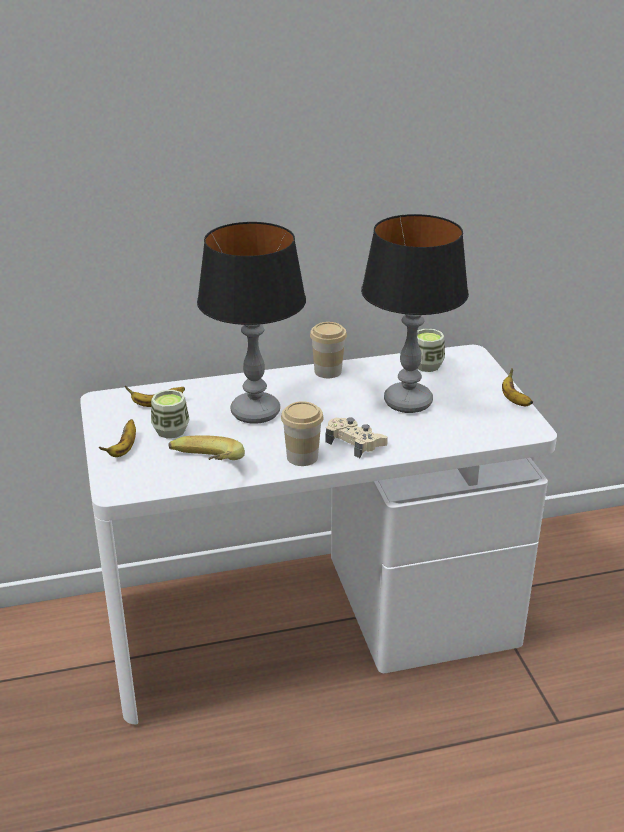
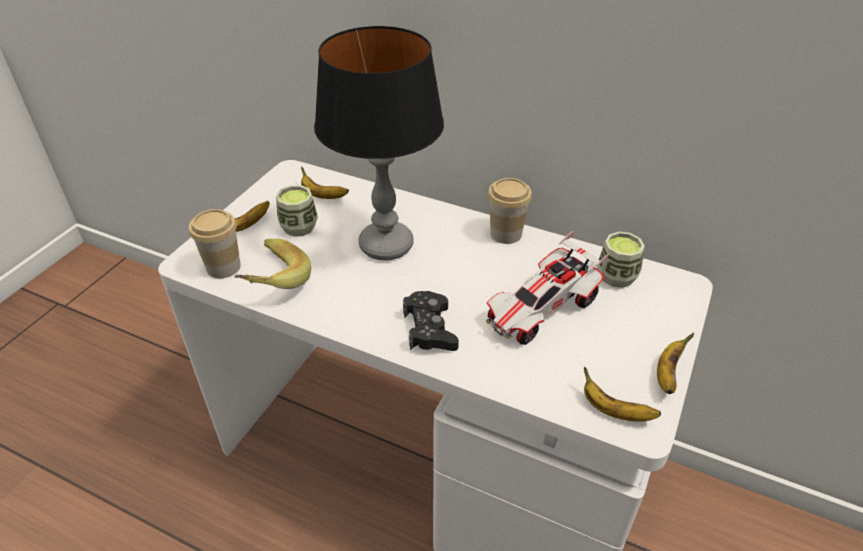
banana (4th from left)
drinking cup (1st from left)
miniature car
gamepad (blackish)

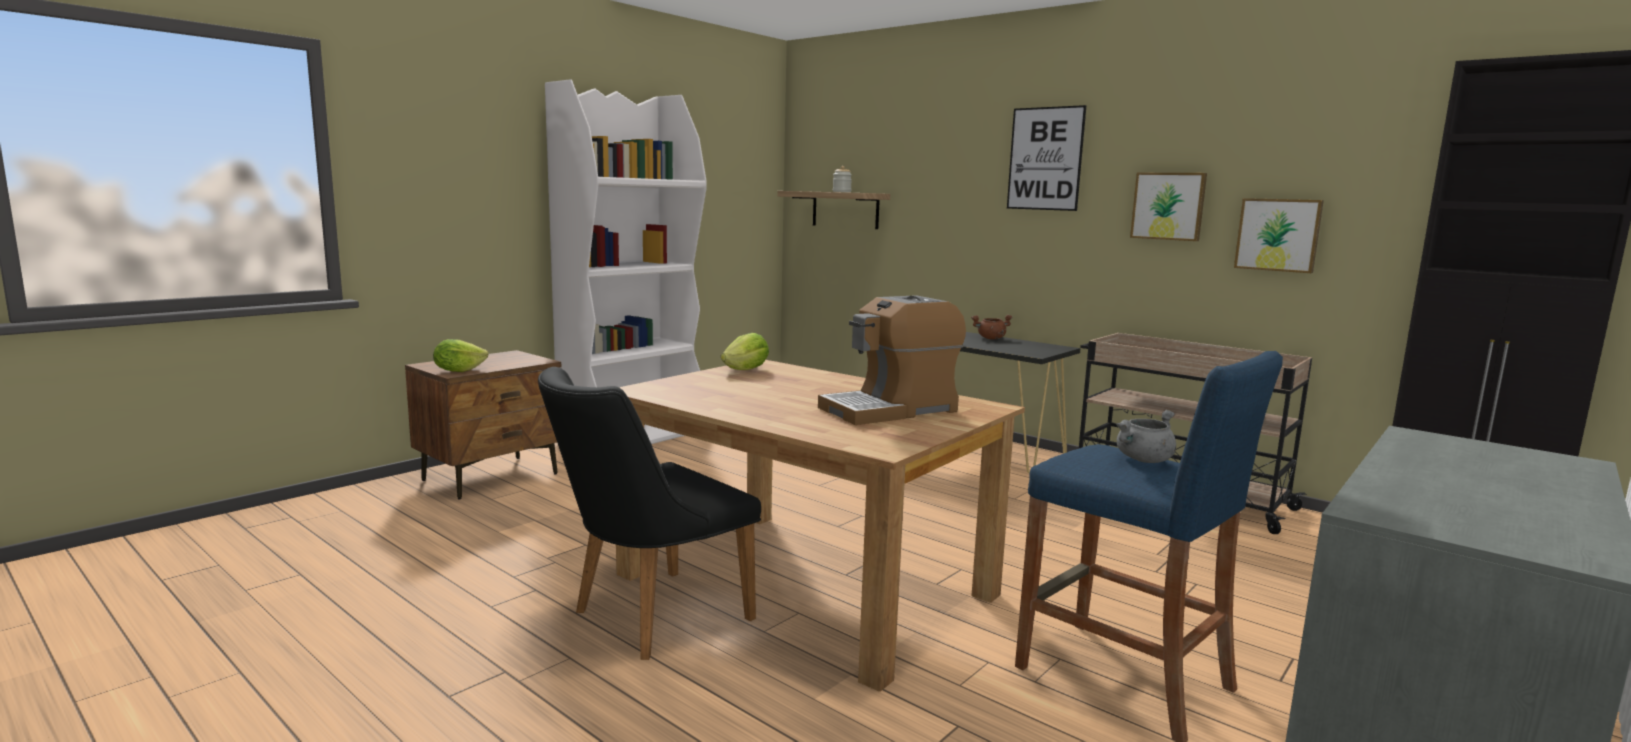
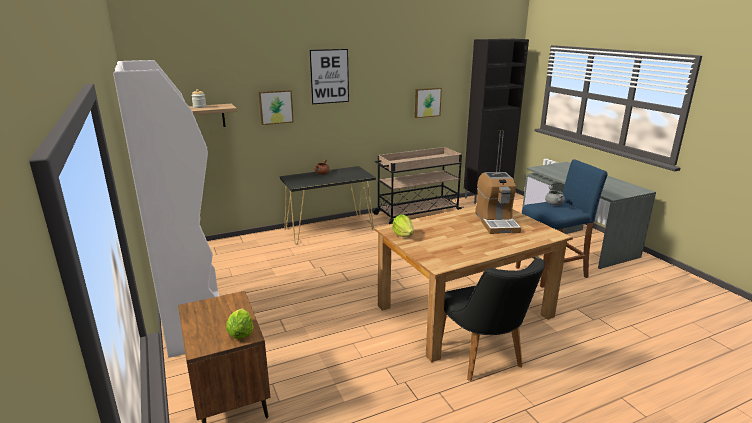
picture (1st from left)

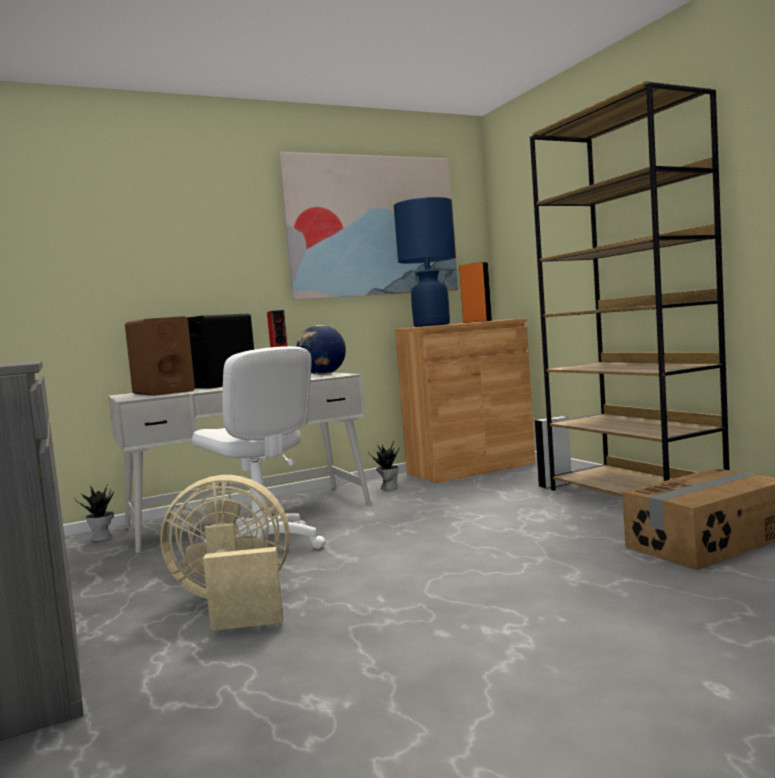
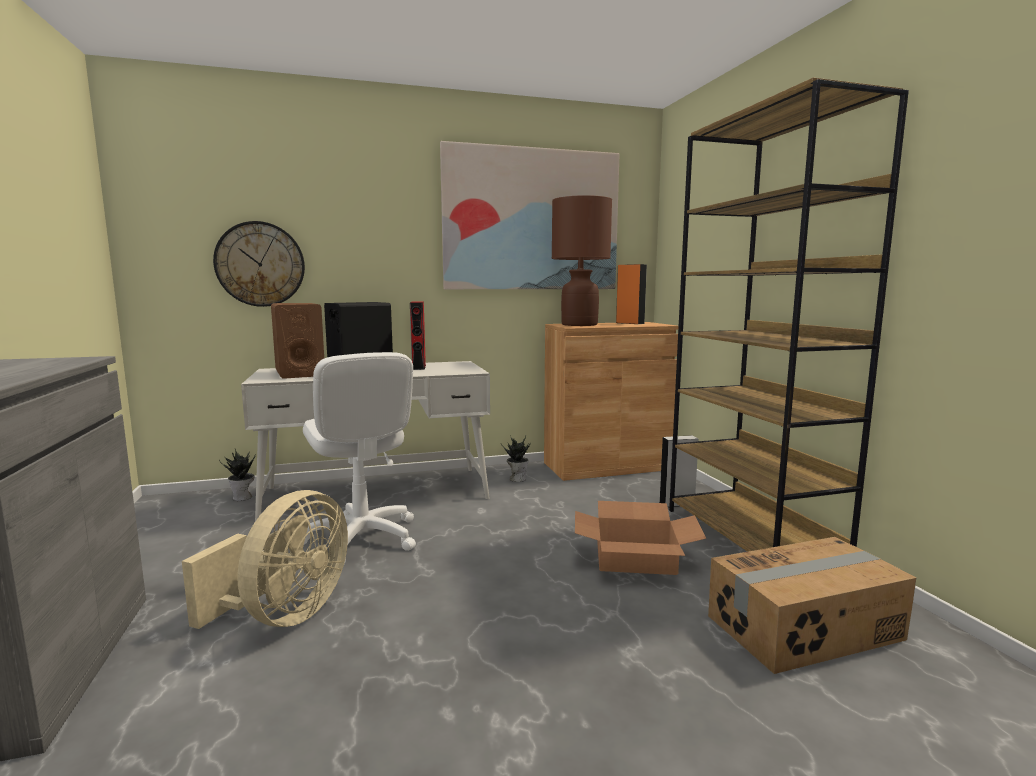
desk globe
wall clock
cardboard box (1st from left)
tabletop lamp (brown-coloured)
fan (beige-coloured)

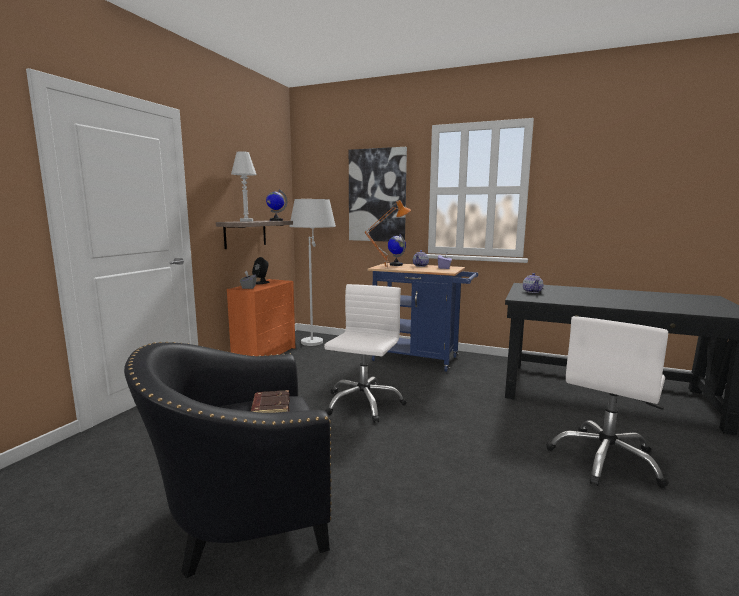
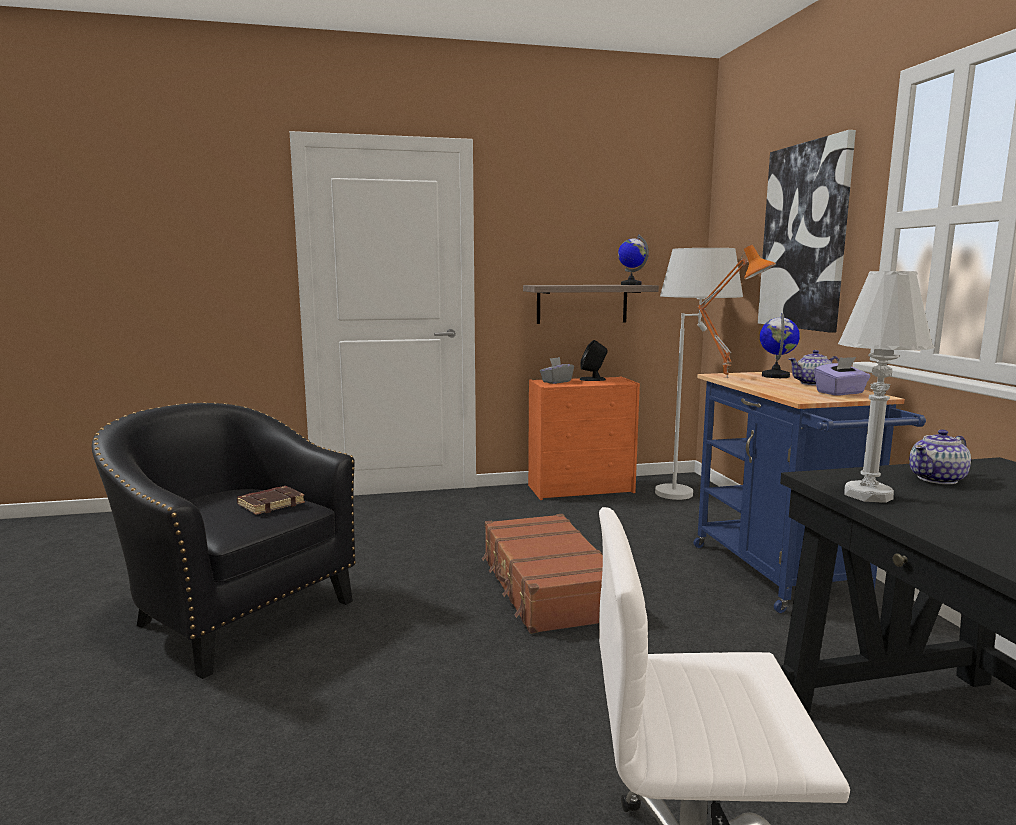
tabletop lamp (white)
piece of luggage (brown-coloured)

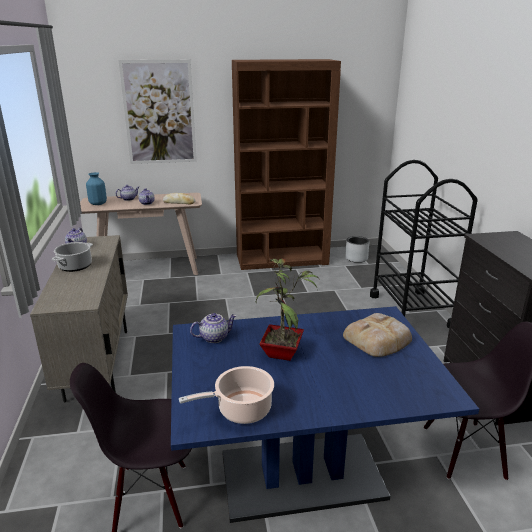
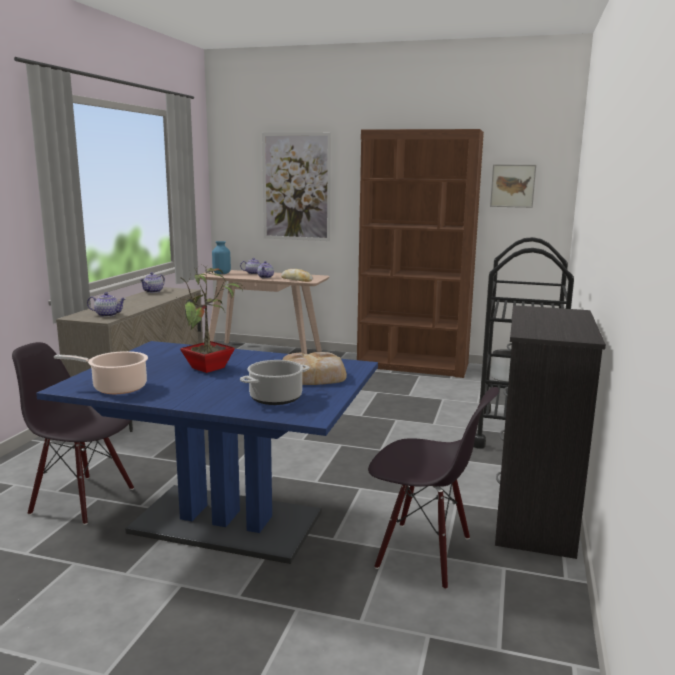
picture (2nd from left)
cooking pot (2nd from left)
tea pot (1st from left)

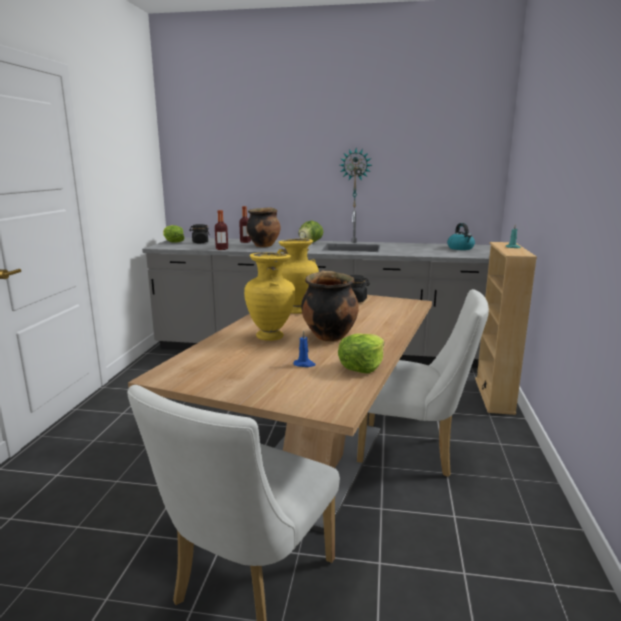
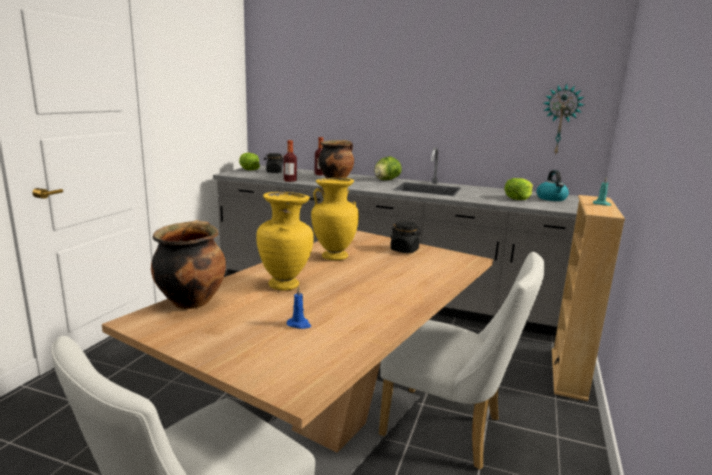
cooking pot (1st from left)
lettuce (3rd from left)
wall clock

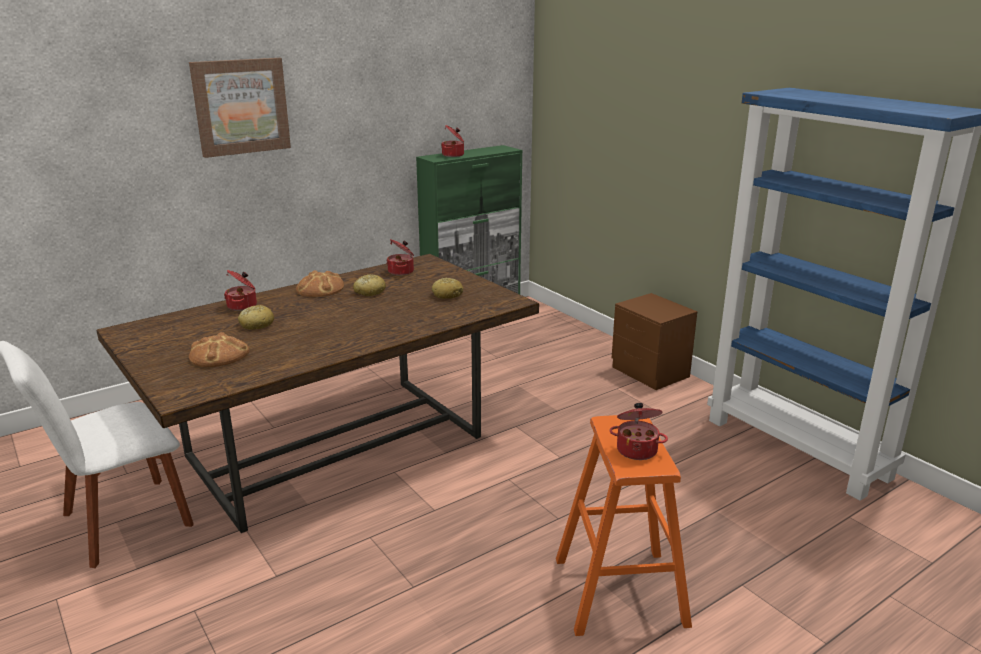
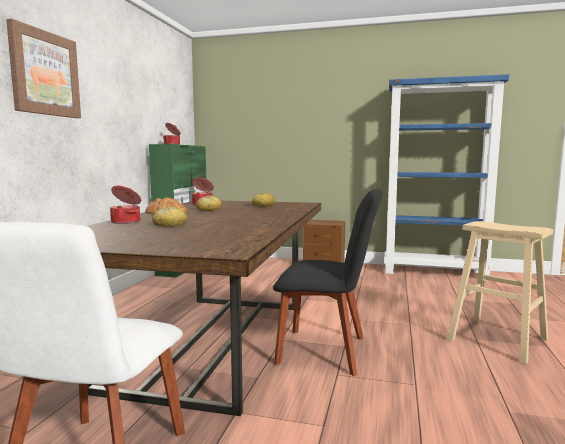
baked bread (1st from left in the first image)
cooking pot (4th from left in the first image)
plain chair (blackish)
sitting stool (beige-coloured)

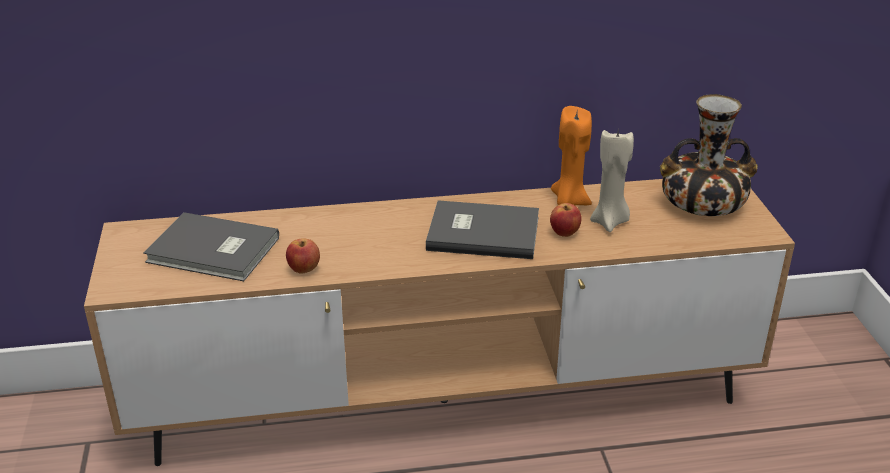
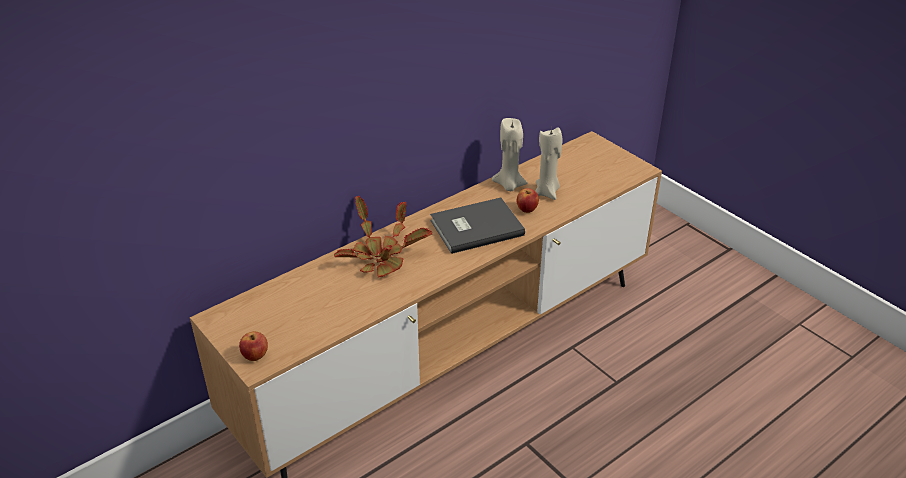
volume (gray) (1st from left in the first image)
vase
plant in a pot
apple fruit (1st from left)
candle (beige-coloured) (1st from left)

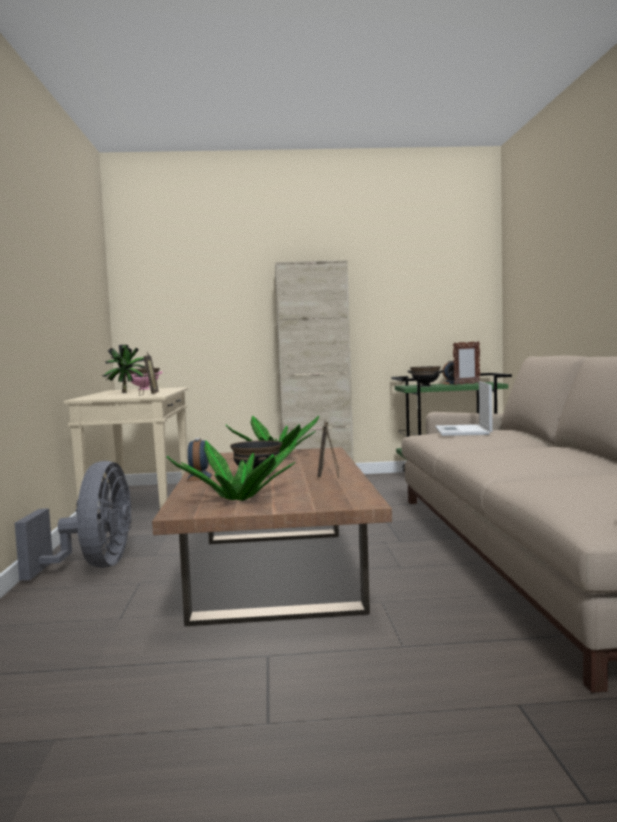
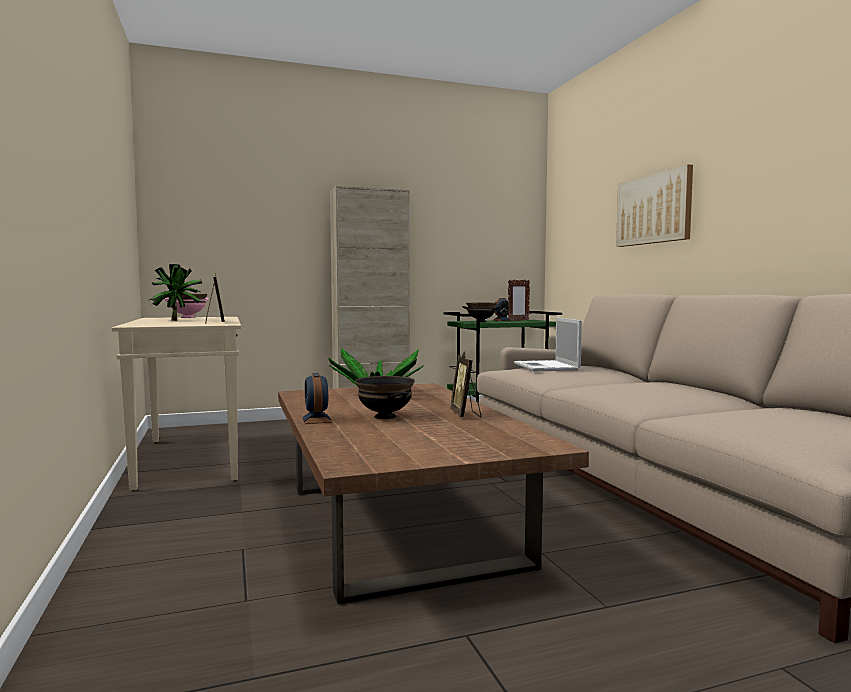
fan (gray)
plant in a pot (2nd from left in the first image)
picture

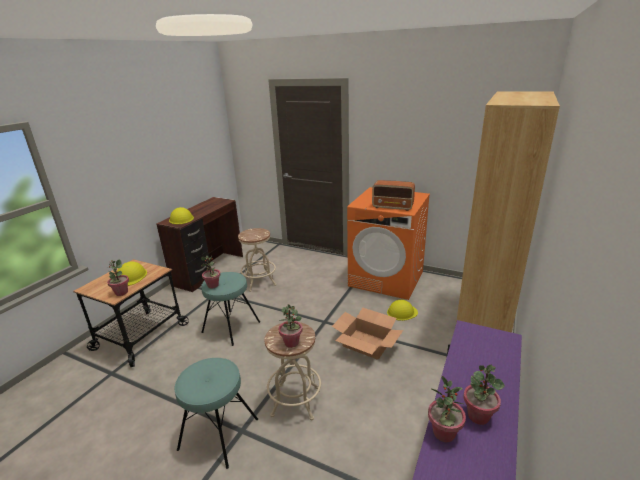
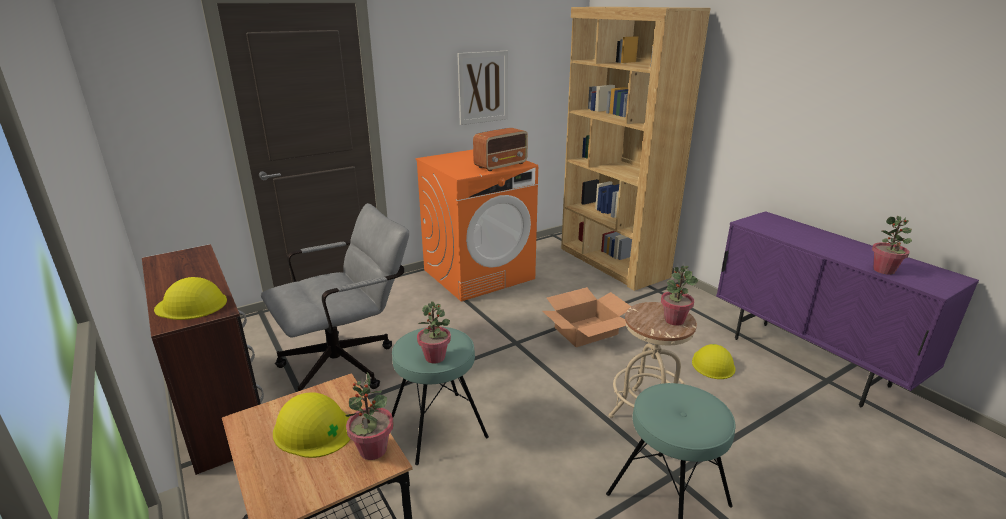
plant in a pot (5th from left in the first image)
picture
work helmet (yellowish) (3rd from left)
office chair (gray)

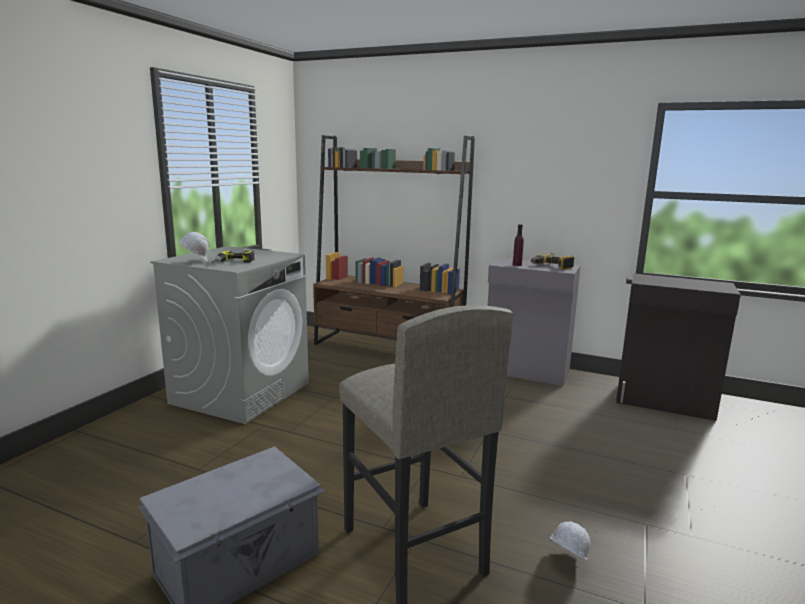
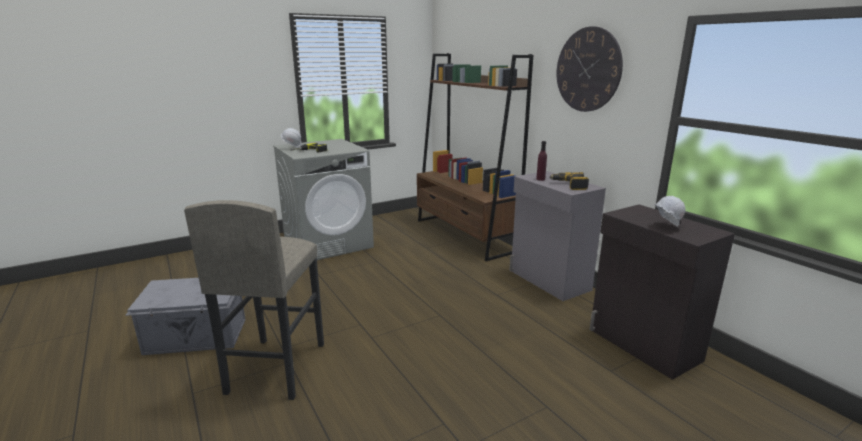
wall clock
work helmet (white) (2nd from left)

